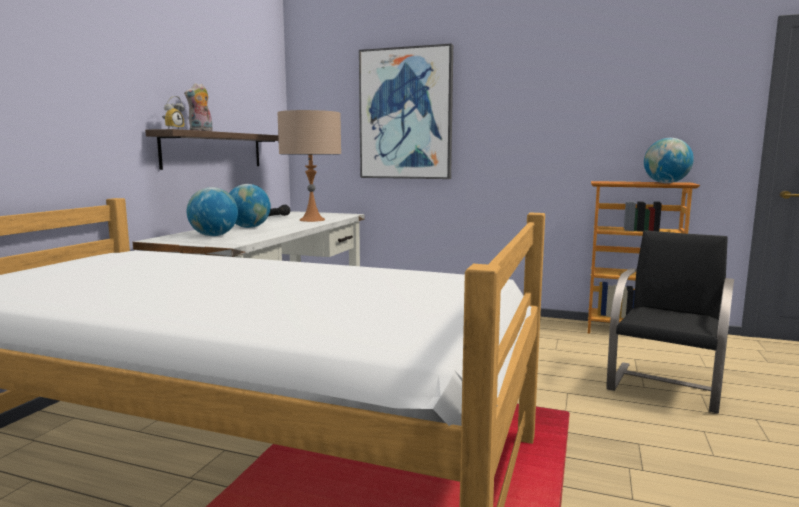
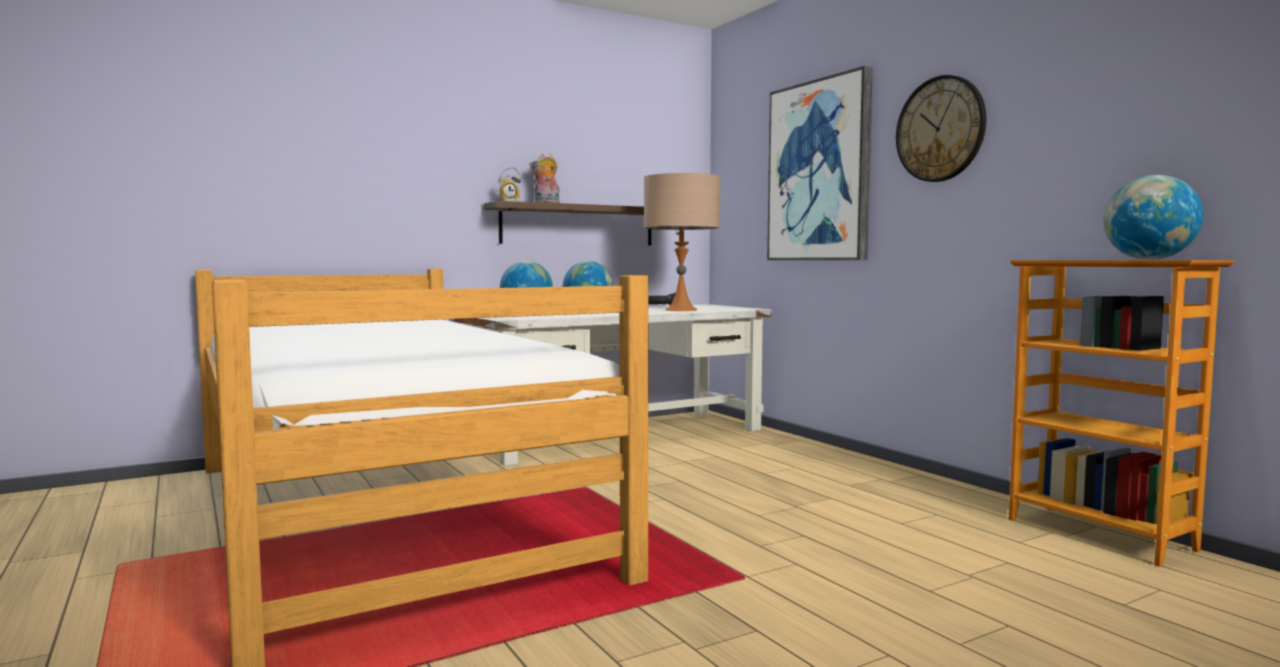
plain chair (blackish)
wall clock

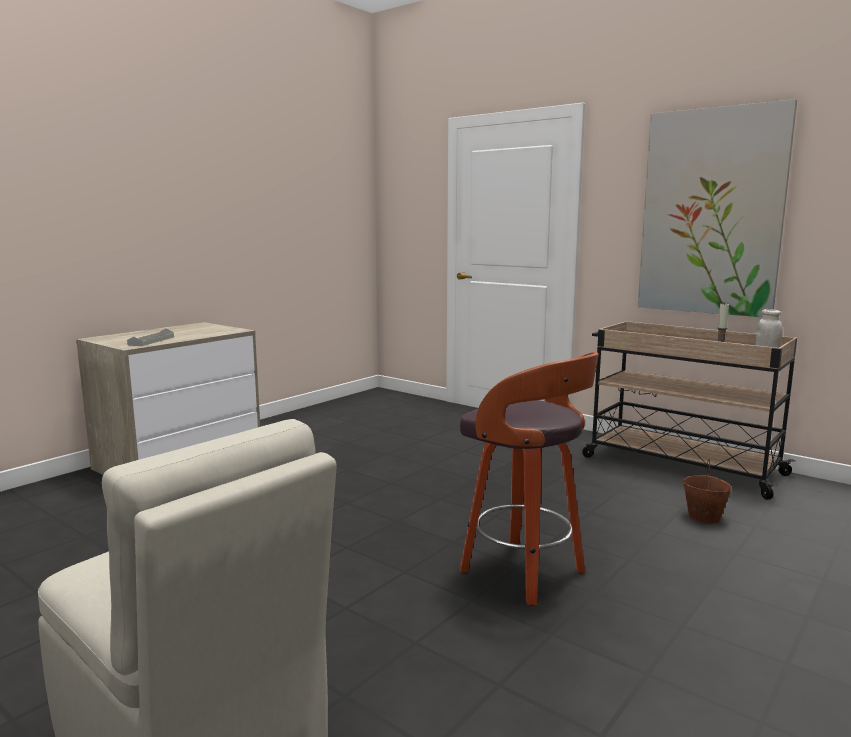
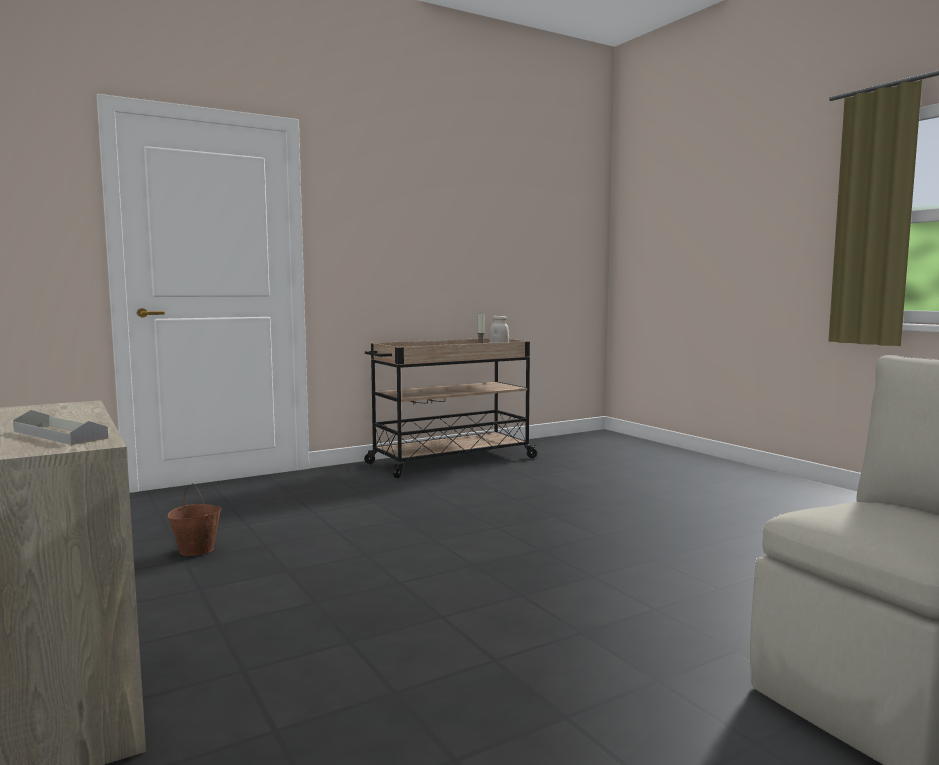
sitting stool
picture
pail (brown-coloured)

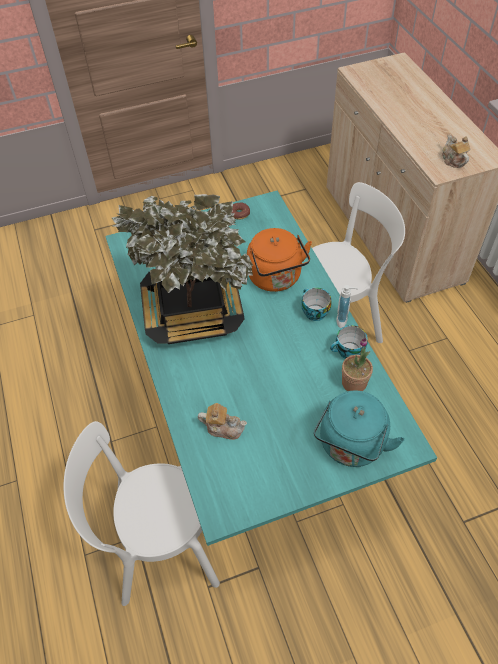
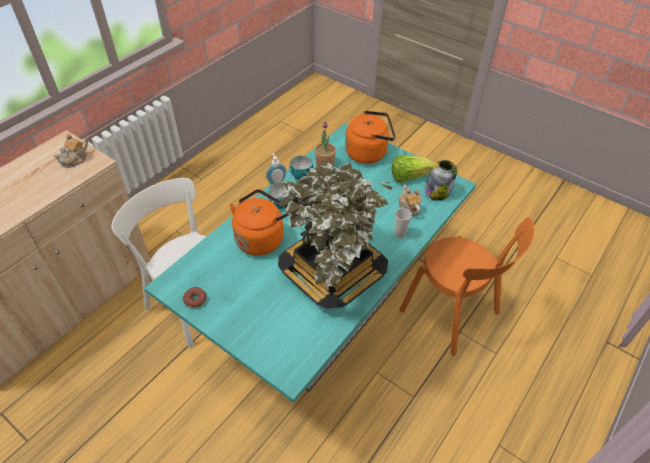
lettuce
drinking cup (3rd from left)
storage jar
plain chair (orange)
kettle (orange) (2nd from left)

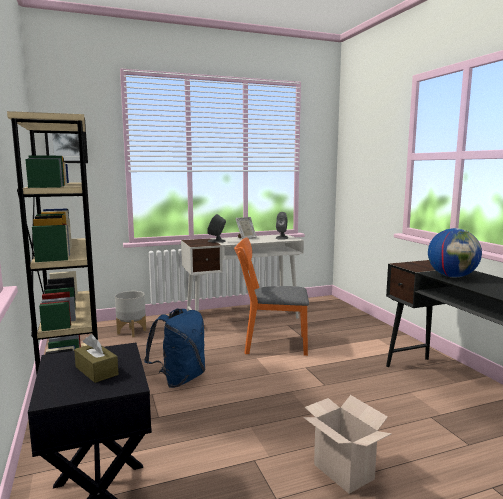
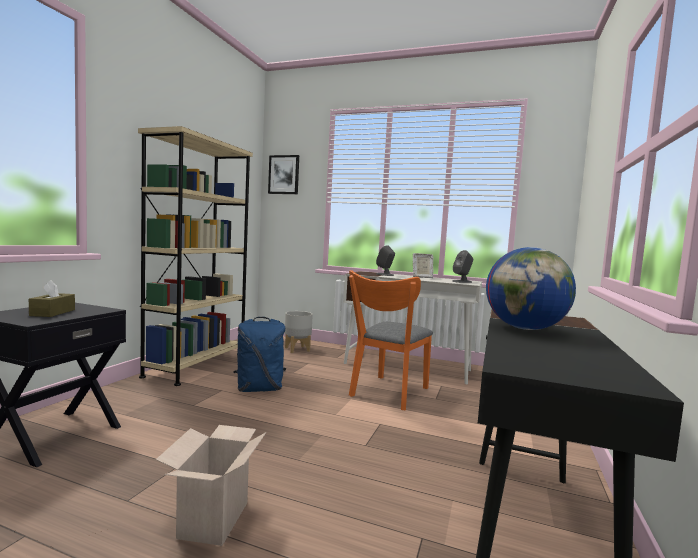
plain chair (orange)

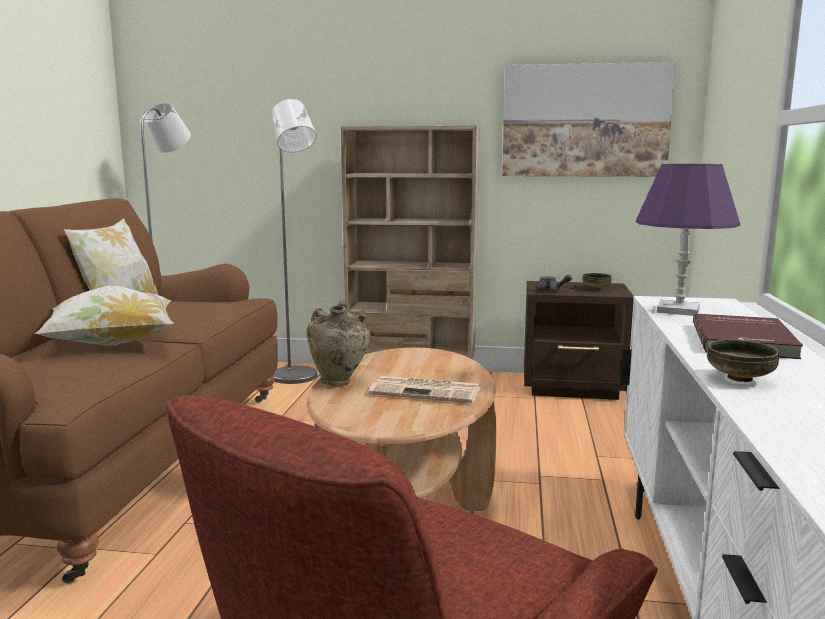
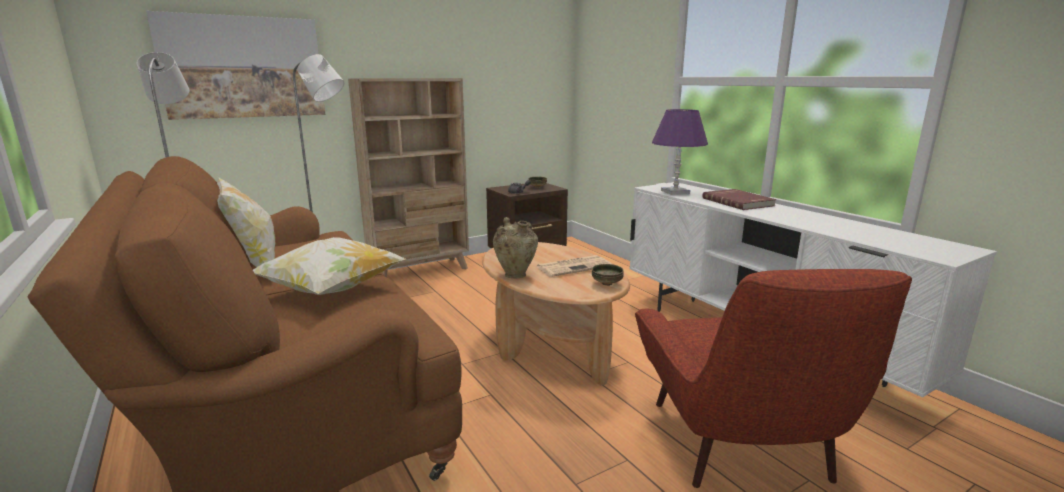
picture
bowl (2nd from left)

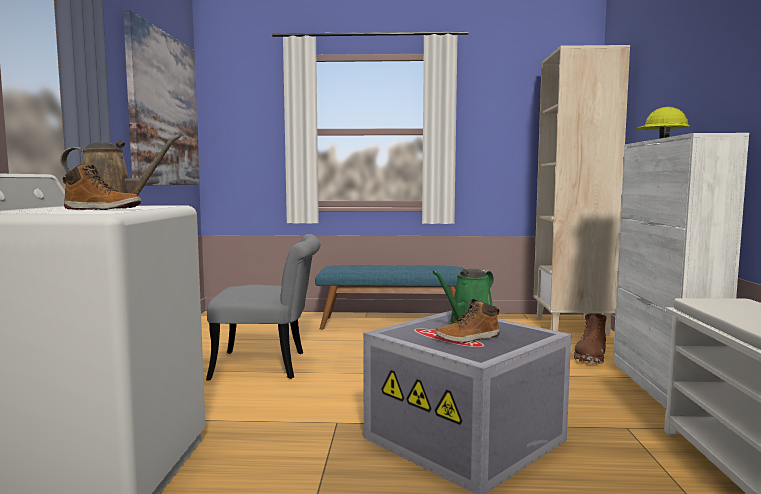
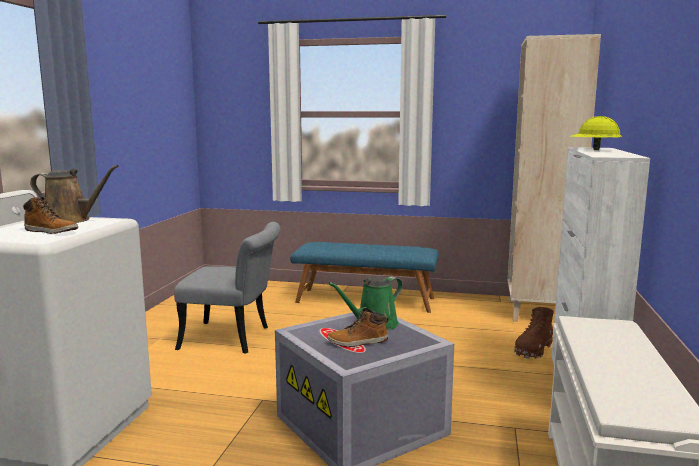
picture

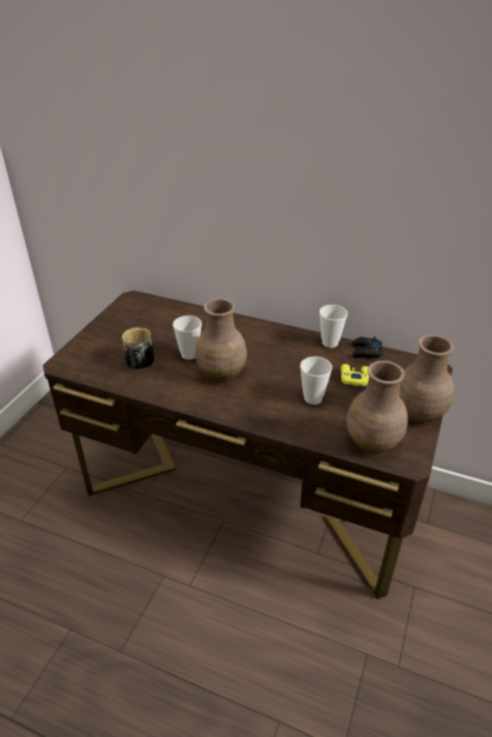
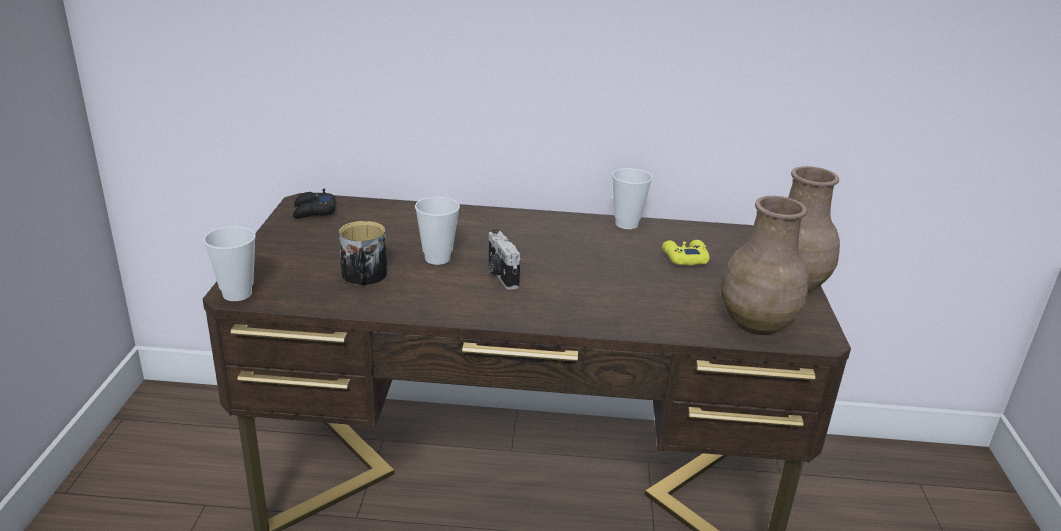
drinking cup (1st from left)
gamepad (blackish)
photo camera

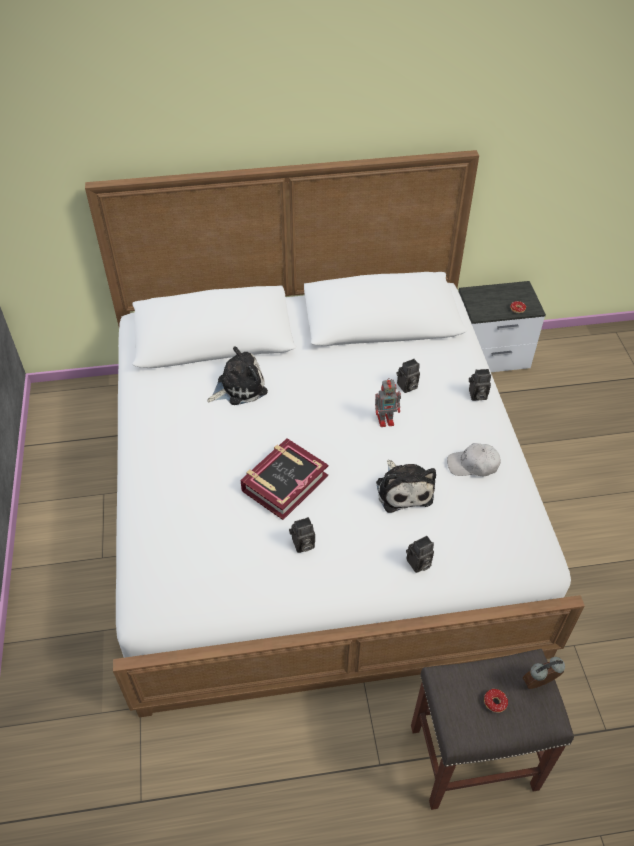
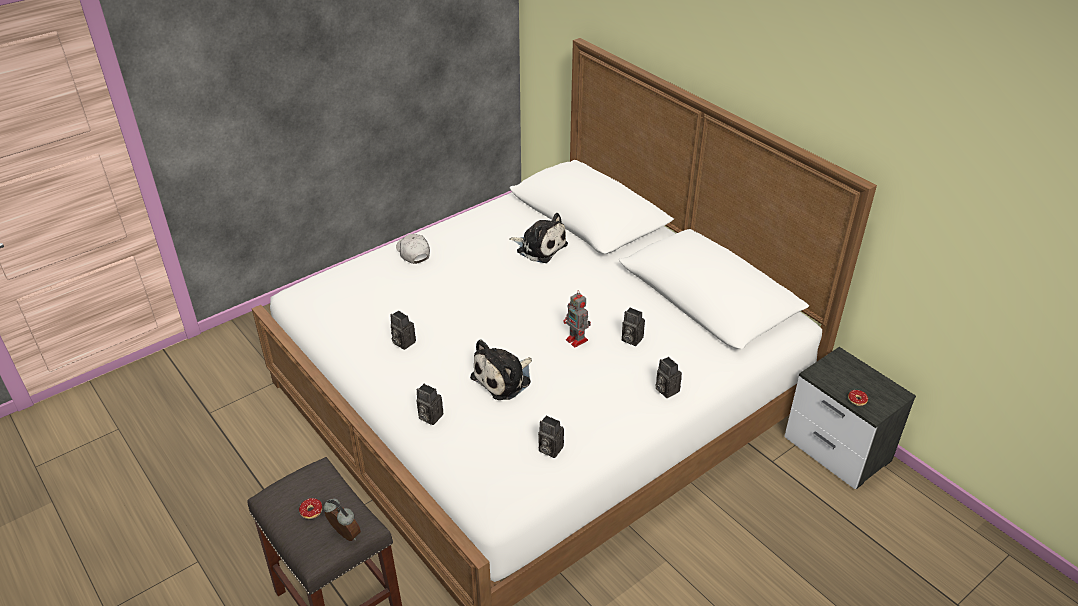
volume
photo camera (3rd from left)
baseball cap (white)

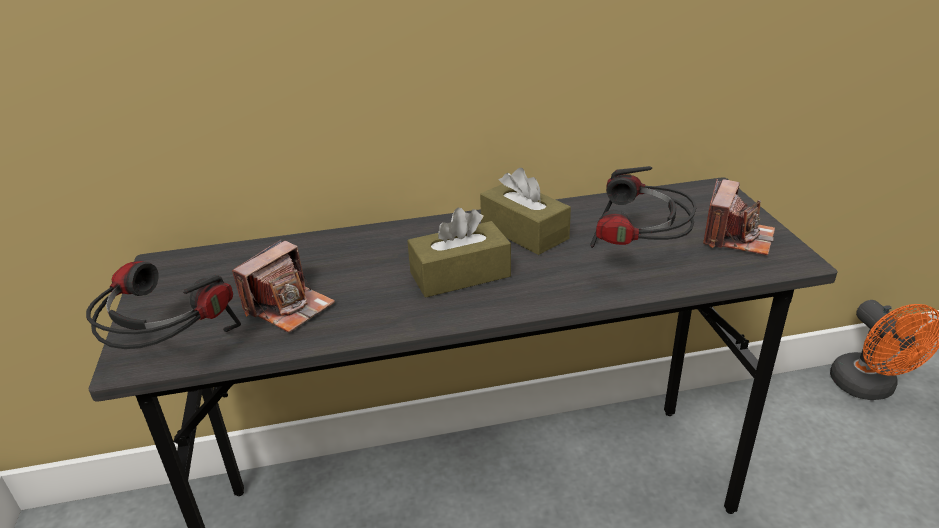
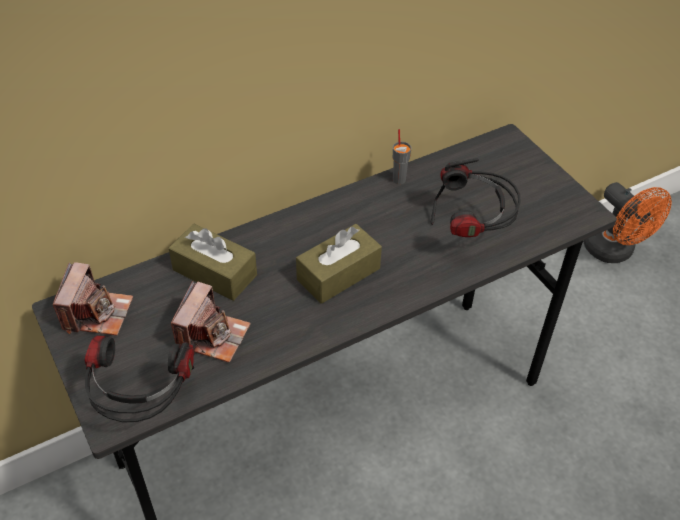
drinking cup (gray)
tissue holder (brown-coloured) (1st from left)
photo camera (1st from left)

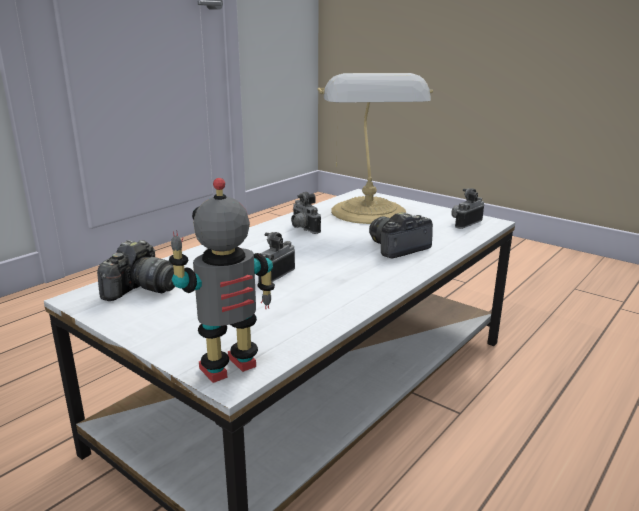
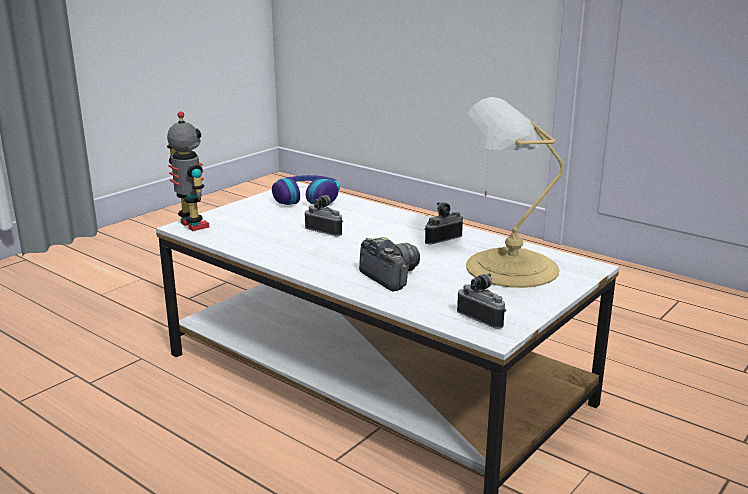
headset

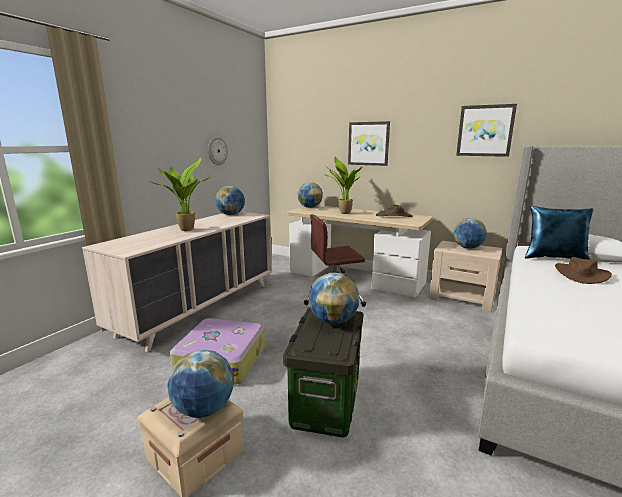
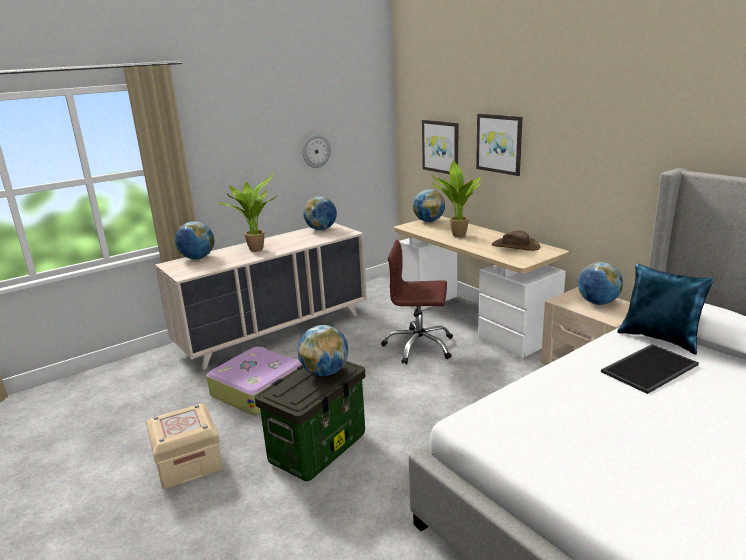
desk globe (1st from left)
picture (1st from left)
tray

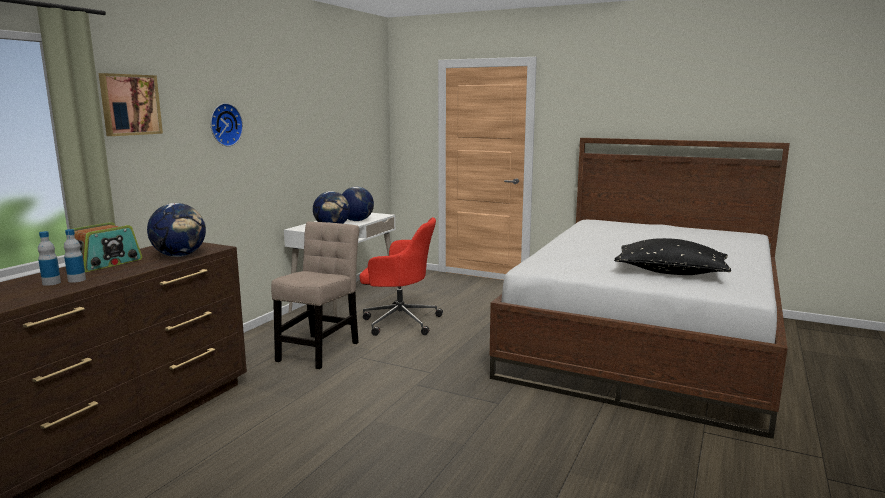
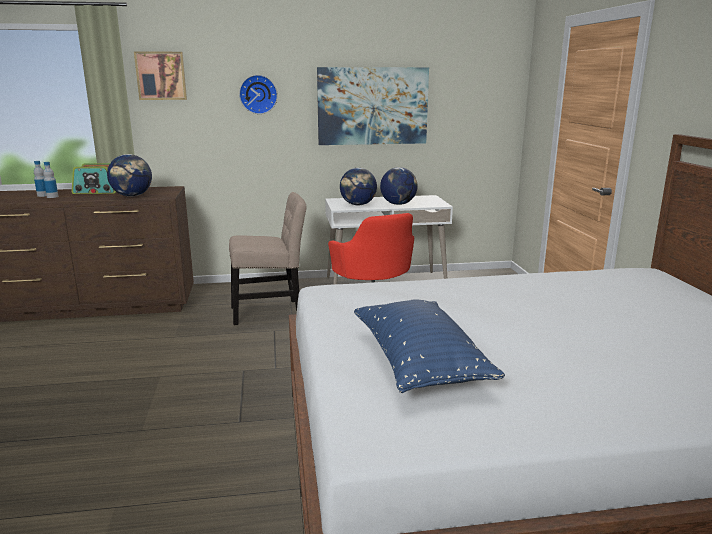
picture (2nd from left)
throw pillow (bluish)

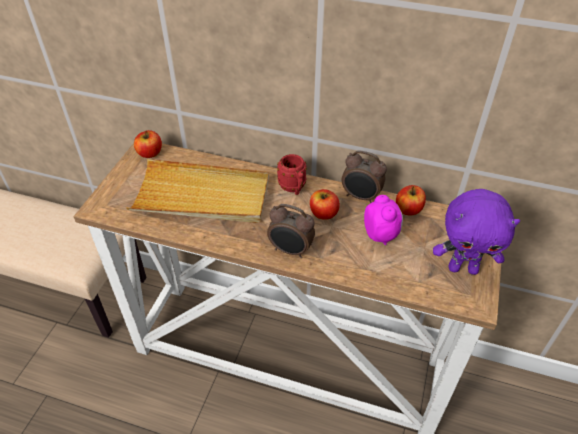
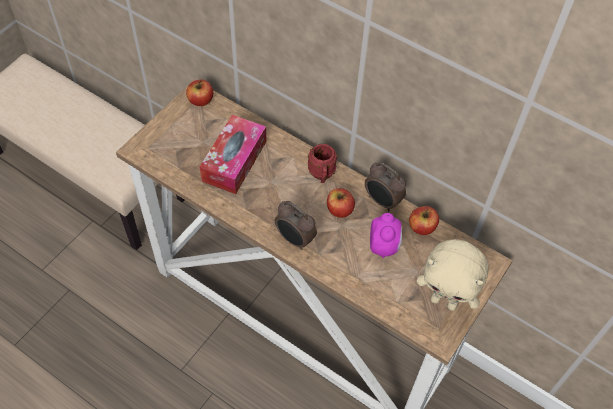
tissue holder
soft toy (beige-coloured)

